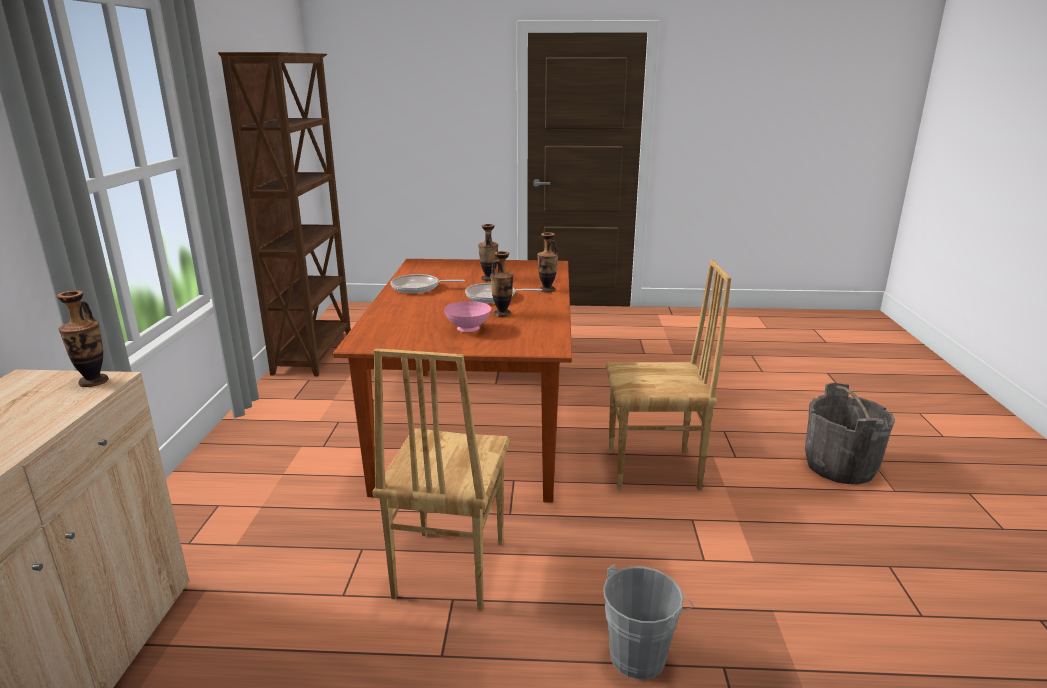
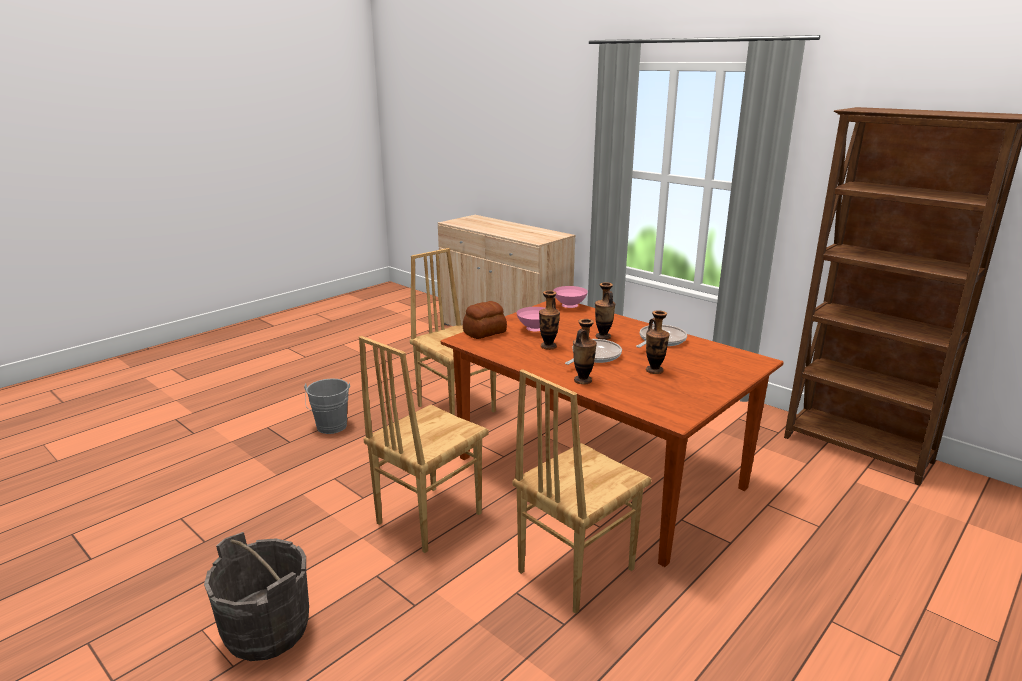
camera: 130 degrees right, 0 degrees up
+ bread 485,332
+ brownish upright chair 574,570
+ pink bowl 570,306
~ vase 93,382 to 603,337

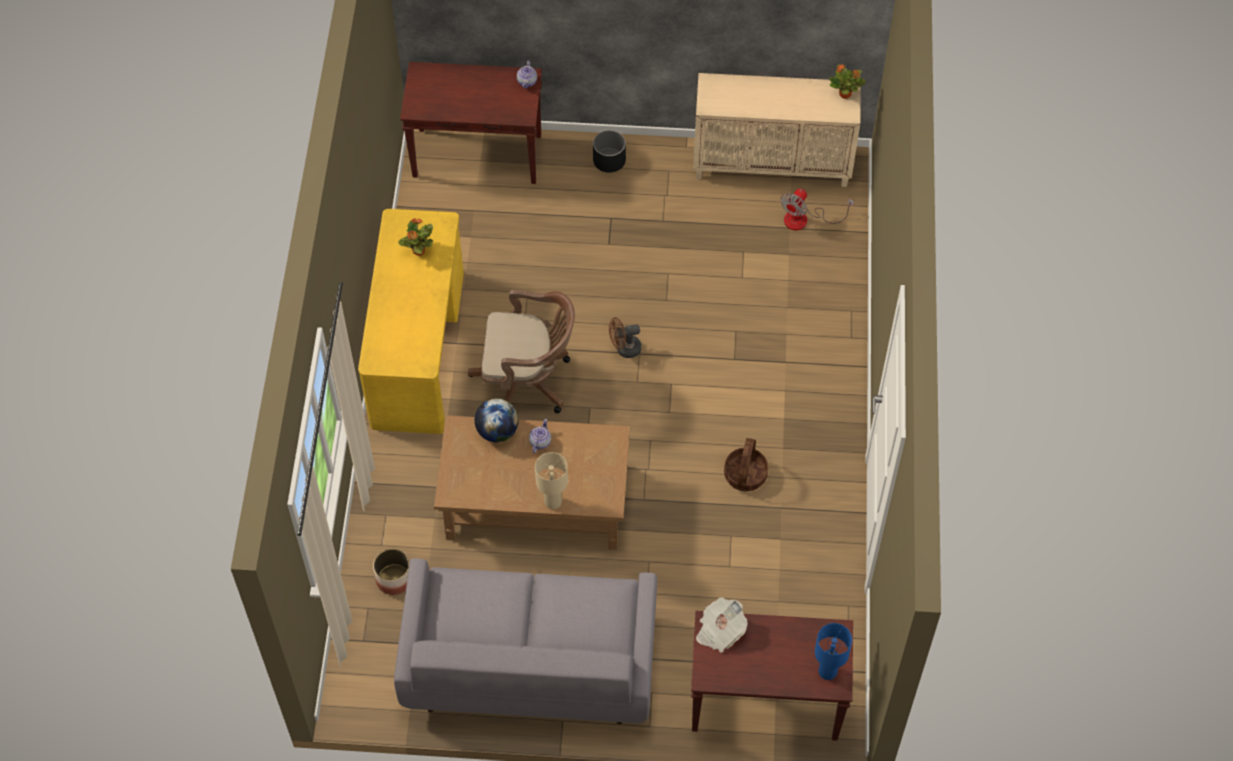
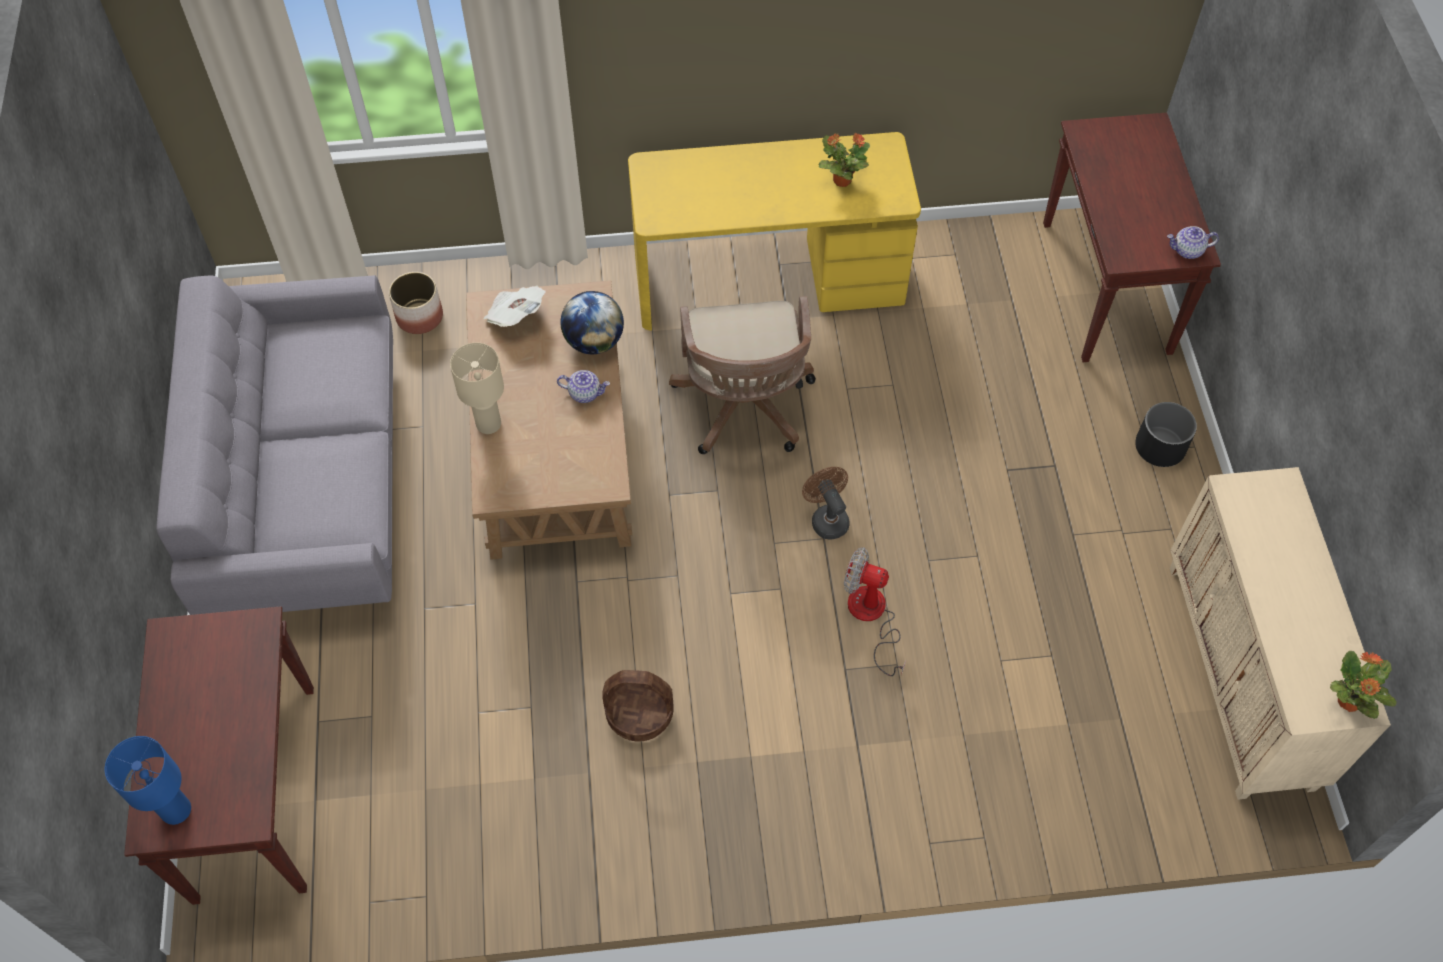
camera: 80 degrees right, 0 degrees up
~ newspaper 719,631 to 516,315
~ electric fan 804,220 to 871,617

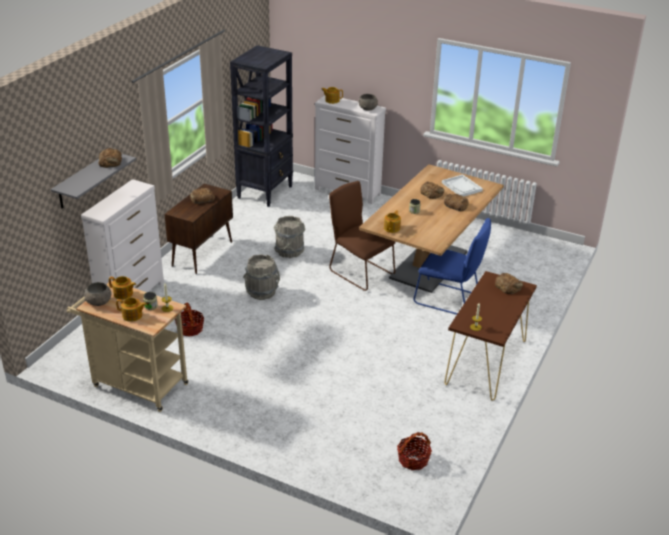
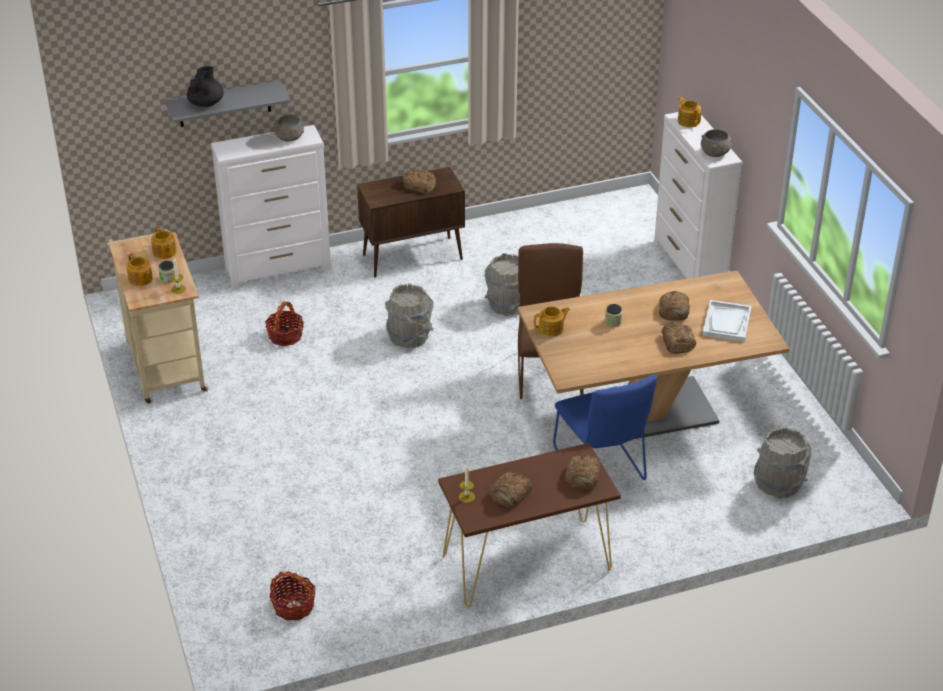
camera: 45 degrees right, 5 degrees up
+ blackish tea pot 206,103
~ gray bowl 99,302 to 289,138
~ bread 111,161 to 510,493
+ gray bucket 779,484
- blackish bookshelf 265,192

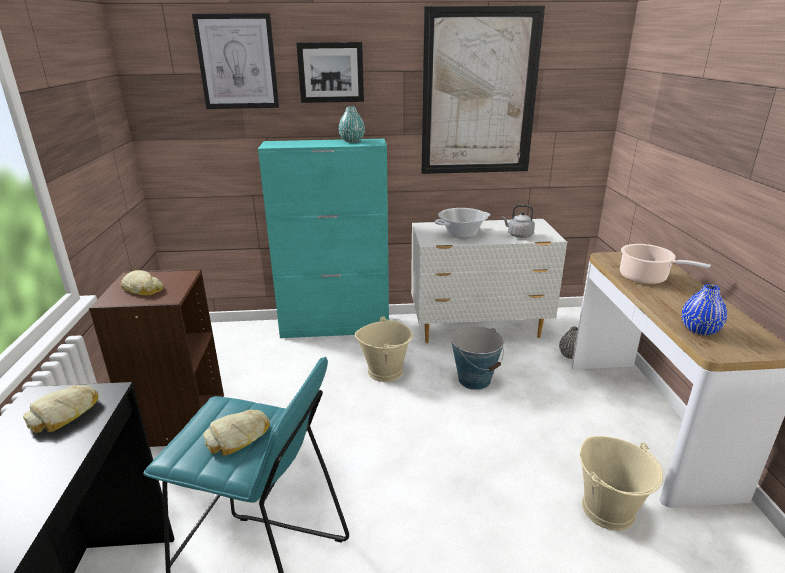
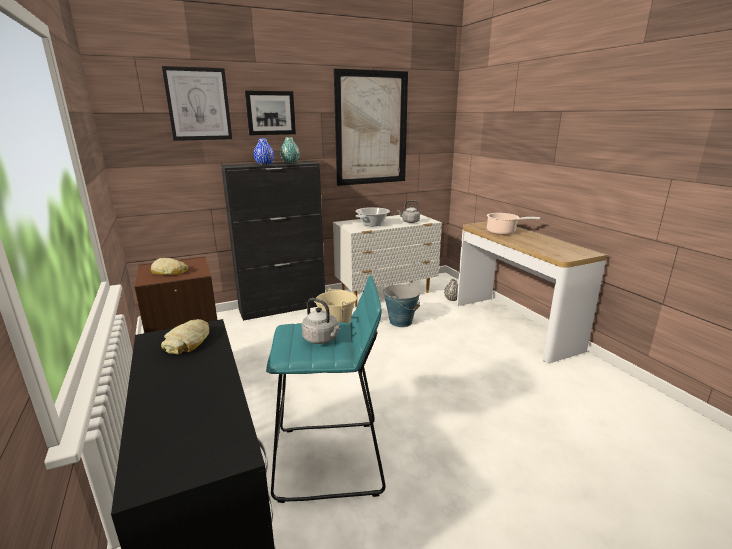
camera: 20 degrees left, 5 degrees down
~ turquoise storage cabinet 336,327 to blackish storage cabinet 283,307
~ blue vase 699,330 to 264,164
~ bread 239,437 to gray water kettle 322,339
- beige bucket 608,509

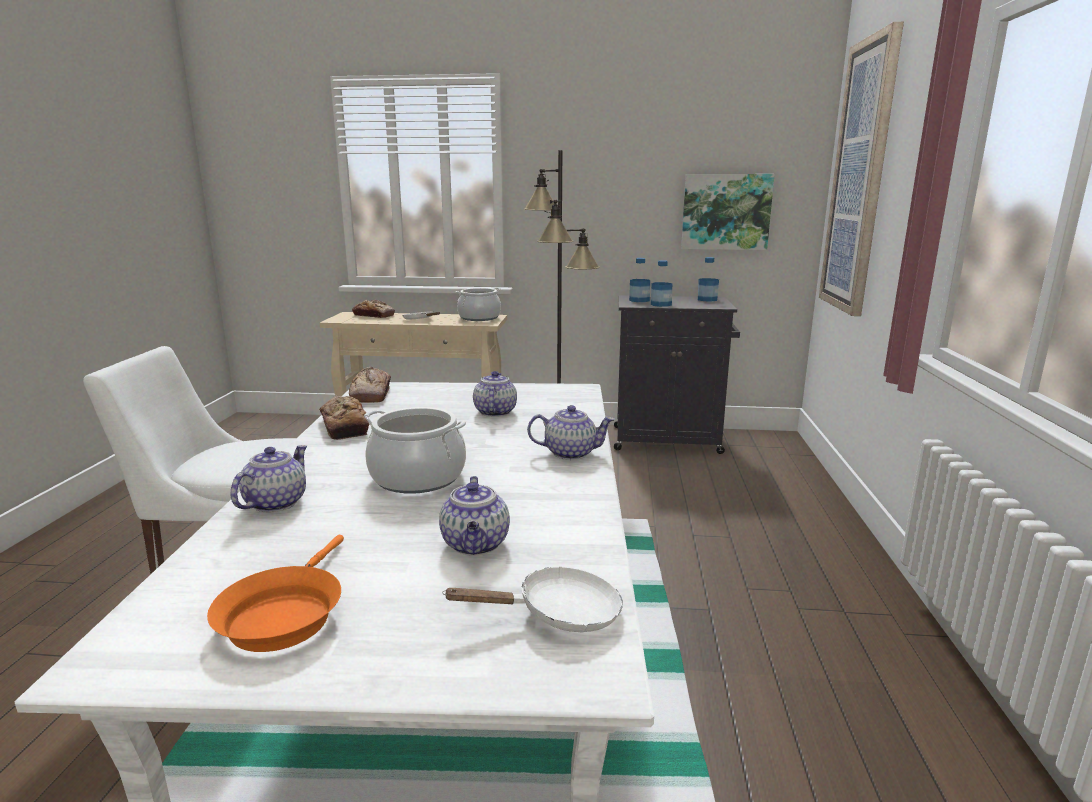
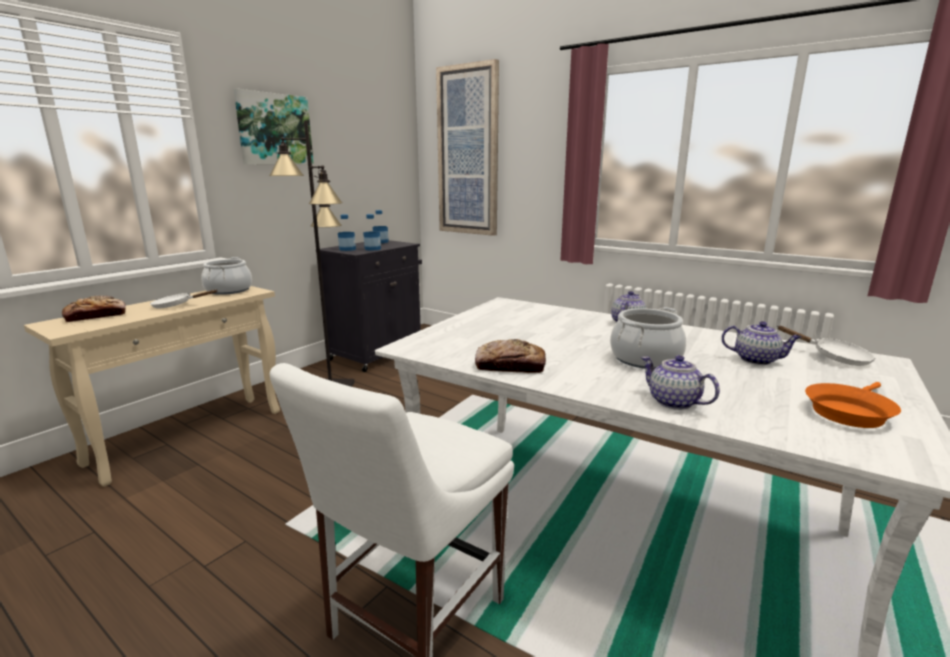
camera: 60 degrees left, 0 degrees up
~ picture 726,212 to 274,129
~ white frying pan 558,614 = 834,357 120 degrees clockwise
~ orange frying pan 284,614 = 849,411 105 degrees clockwise
- bread 371,394
- tea pot 495,412

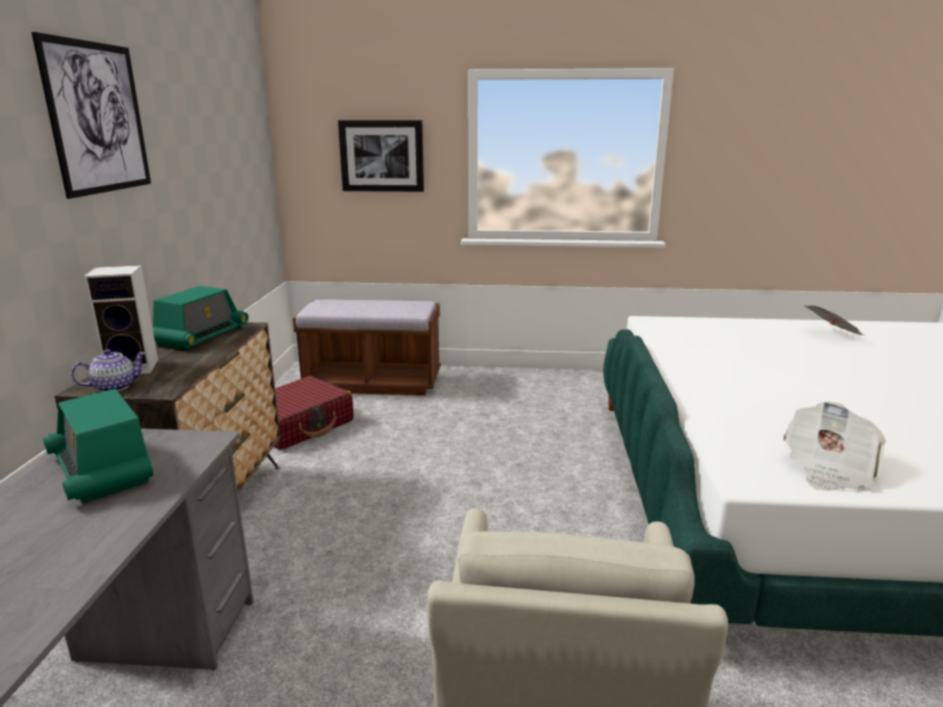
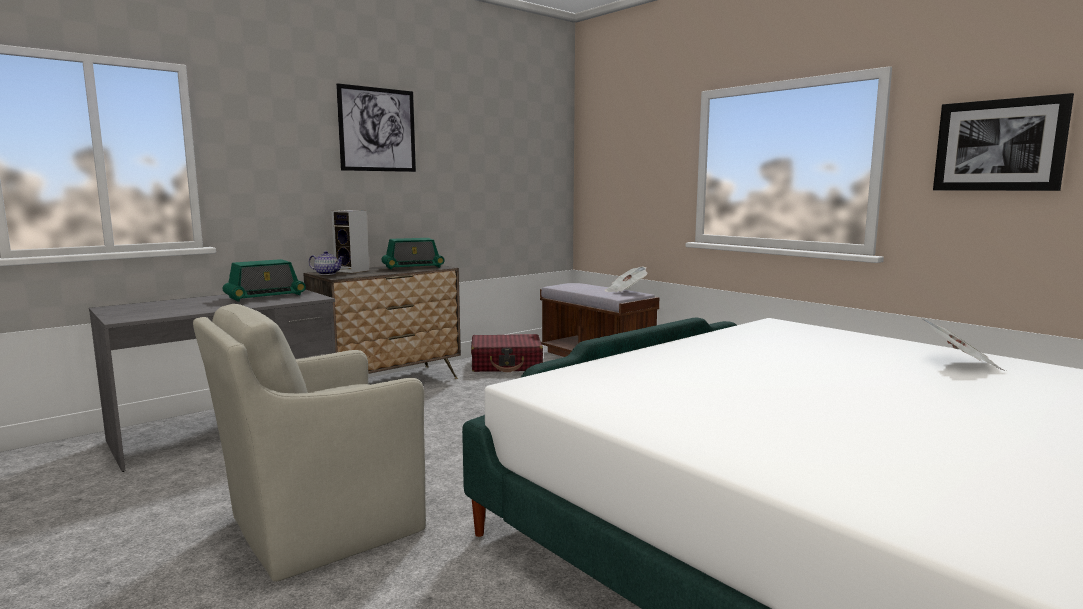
camera: 45 degrees right, 10 degrees down
~ radio set 101,469 = 265,296 135 degrees counterclockwise
~ newspaper 828,469 to 625,291
~ picture 382,156 to 999,145

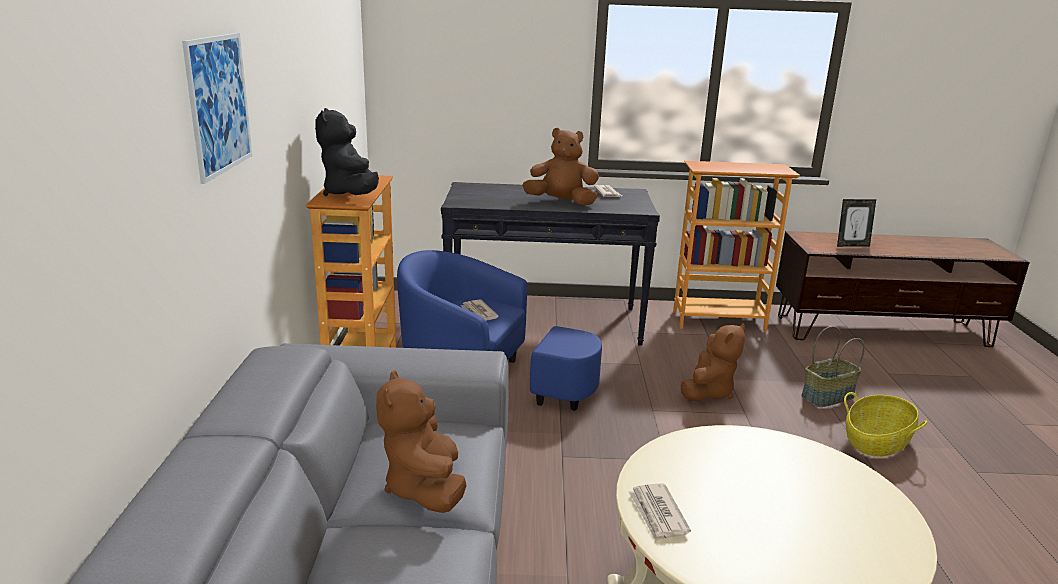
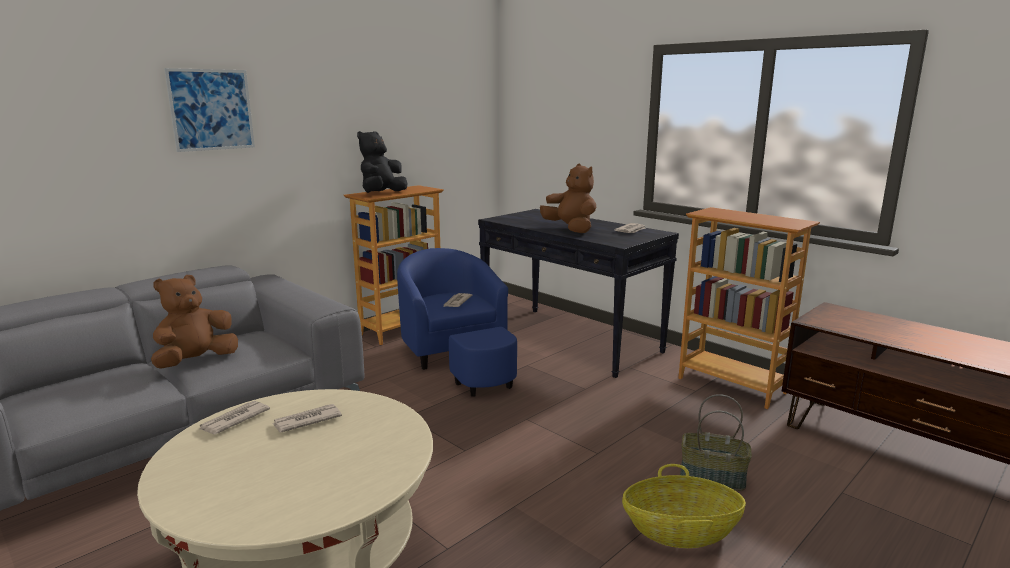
camera: 45 degrees right, 5 degrees down
+ newspaper 306,420
- brownish cuddly toy 708,392
- standing frame 851,245

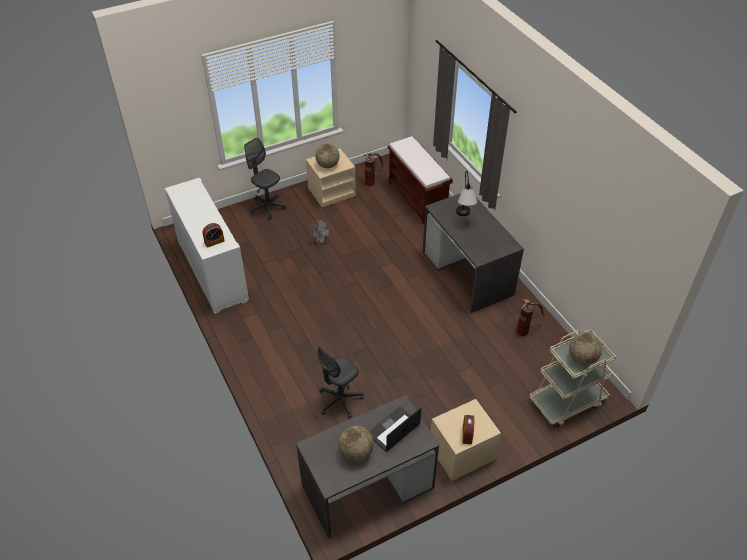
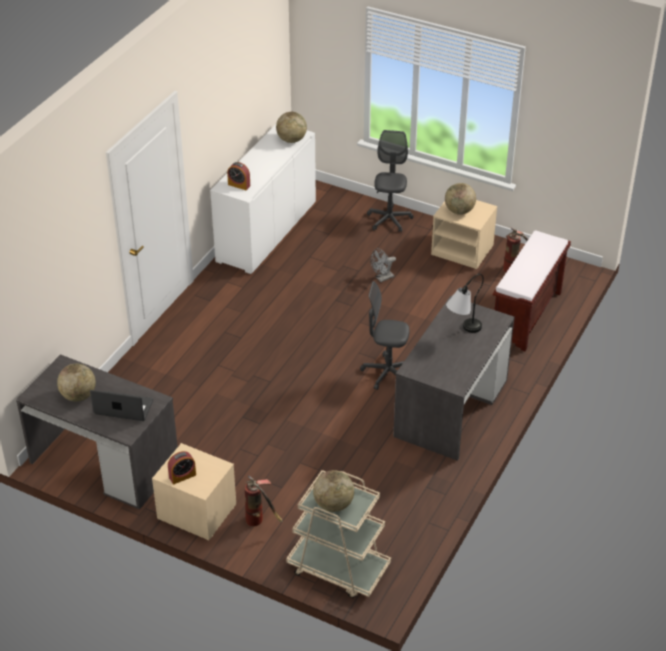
camera: 55 degrees right, 5 degrees down
~ extinguisher 525,329 to 261,521
+ world globe 291,140
~ gray desk chair 340,400 to 387,373

